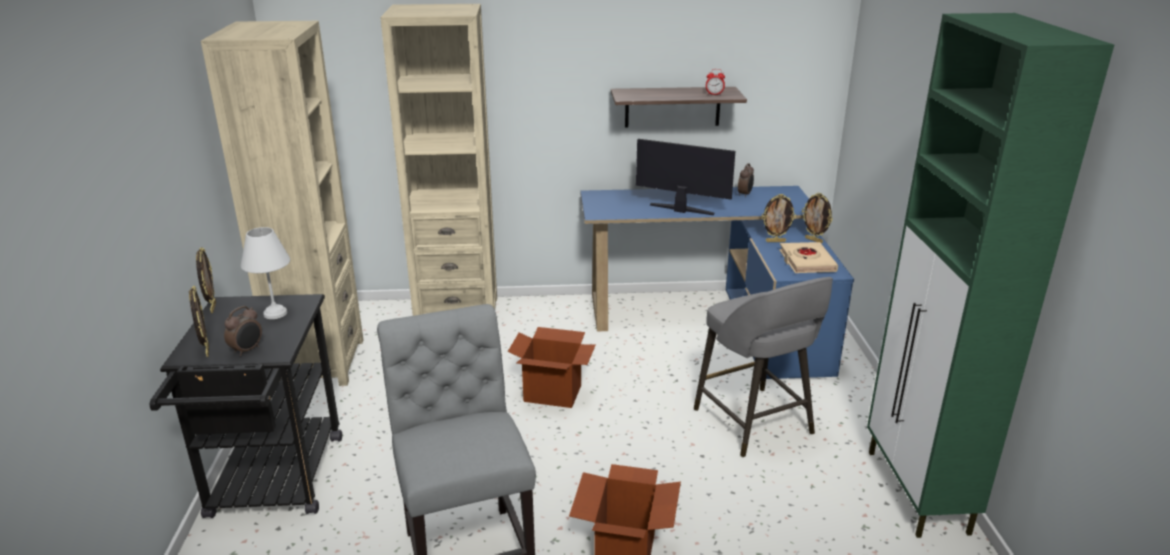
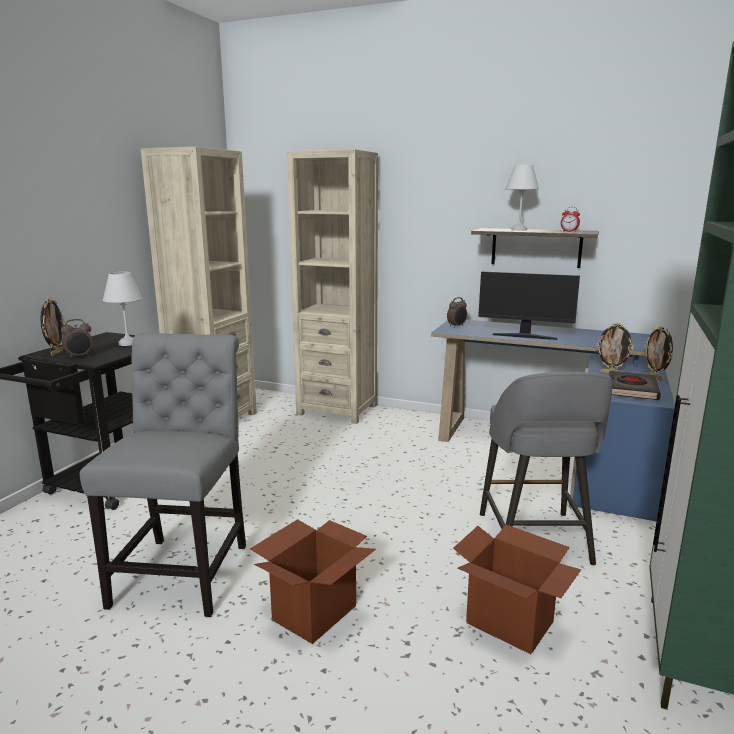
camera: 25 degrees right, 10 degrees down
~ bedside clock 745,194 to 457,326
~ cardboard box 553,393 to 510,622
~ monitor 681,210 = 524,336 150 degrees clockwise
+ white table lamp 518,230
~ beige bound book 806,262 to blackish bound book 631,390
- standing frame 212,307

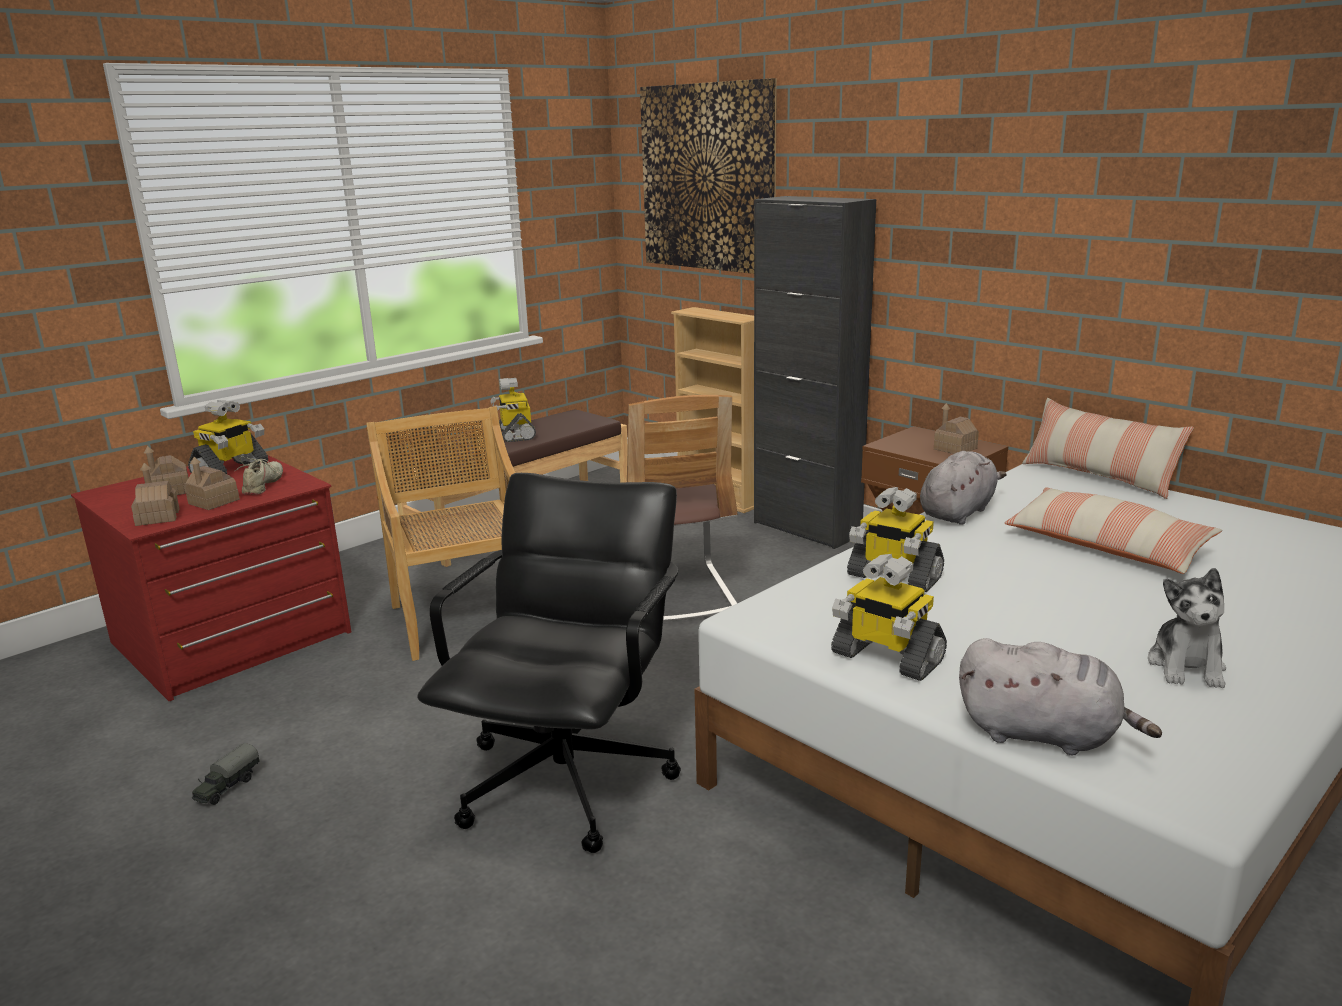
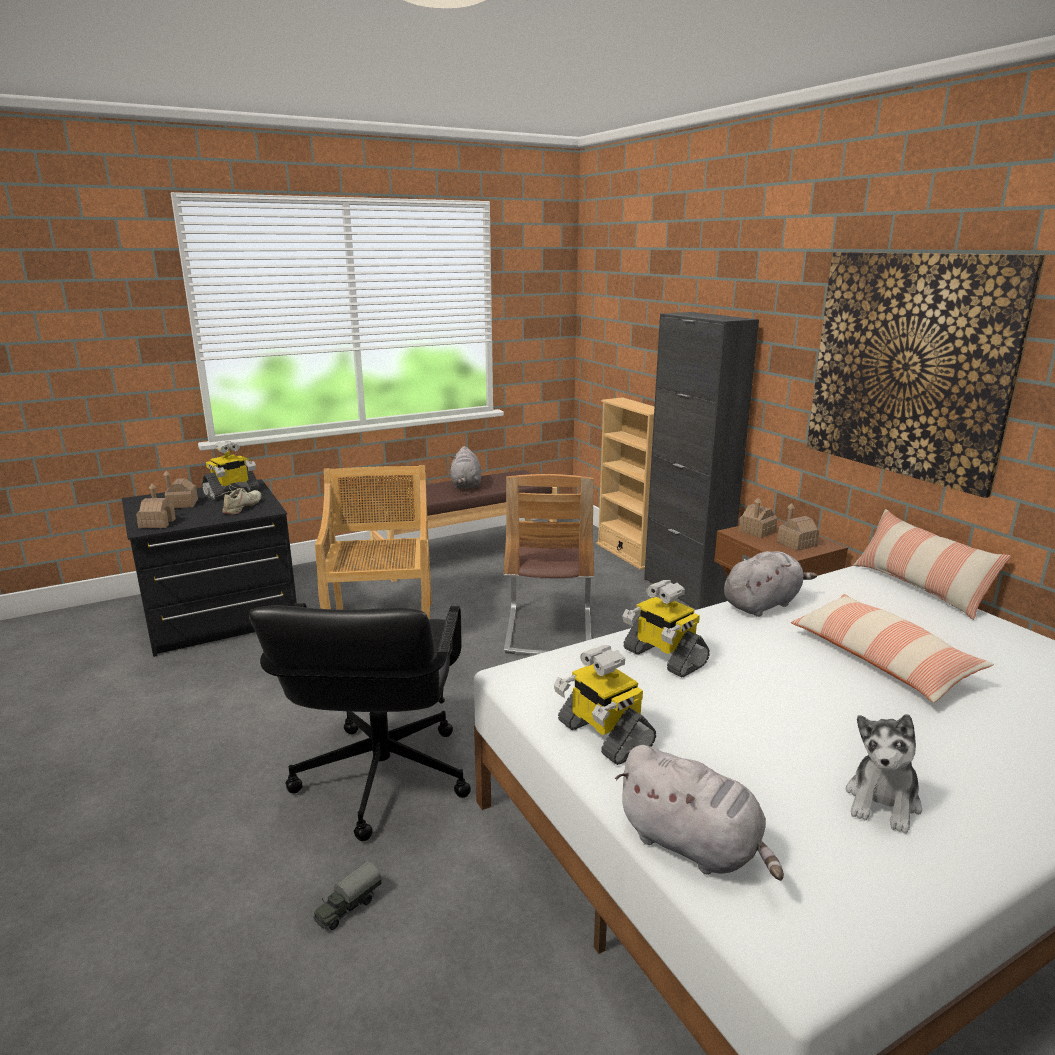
camera: 15 degrees right, 0 degrees up
~ reddish drawer chest 232,639 to blackish drawer chest 220,615
~ blackish desk chair 568,781 = 381,777 150 degrees clockwise
~ toy lorry 227,787 to 348,907
~ toy robot 515,434 to gray cuddly toy 466,485
~ toy house 213,502 to 757,531
~ picture 708,178 to 909,366

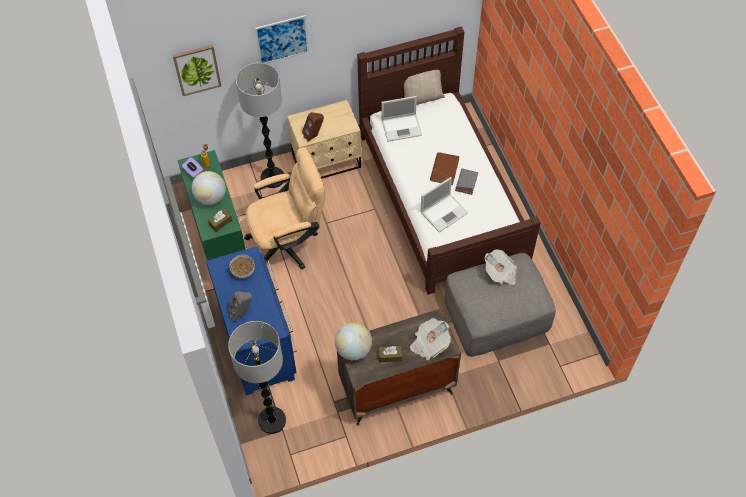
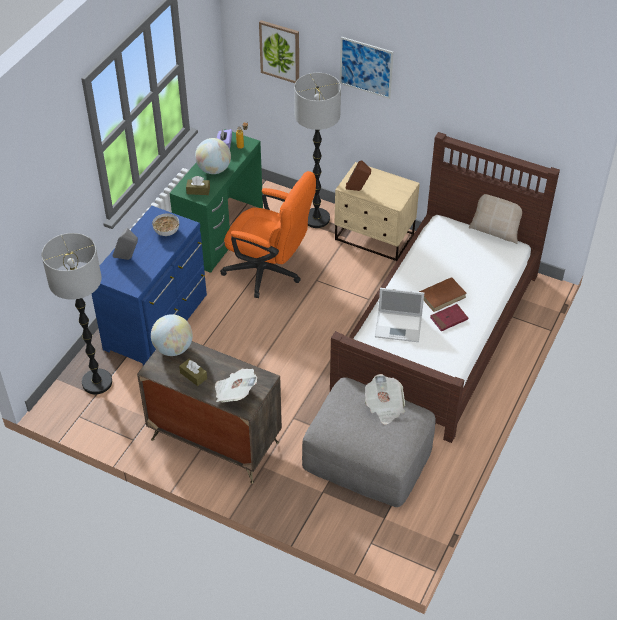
camera: 45 degrees right, 10 degrees down
~ beige desk chair 289,243 to orange desk chair 269,272
~ gray bound book 466,182 to reddish bound book 449,319
- notebook computer 402,127

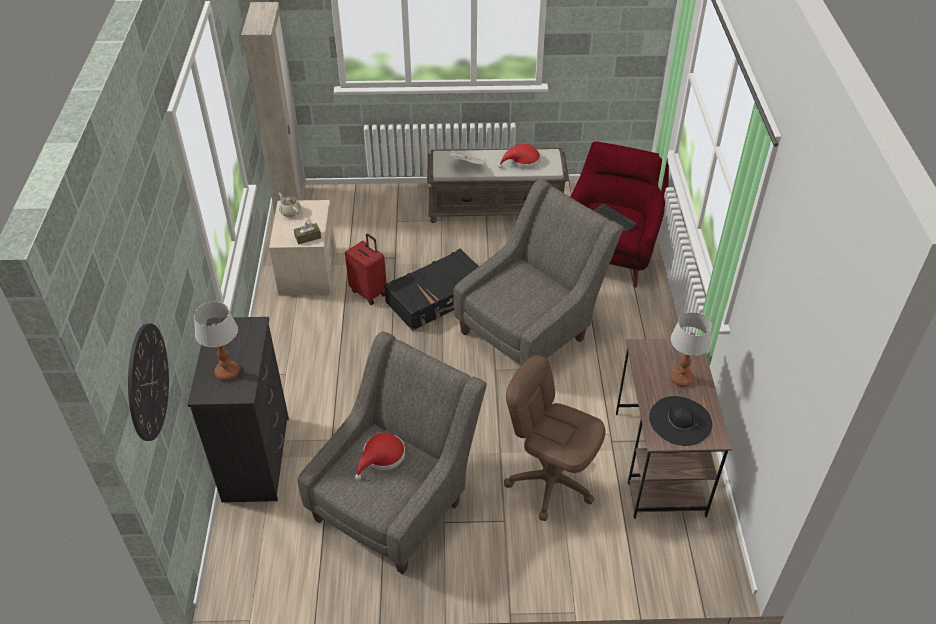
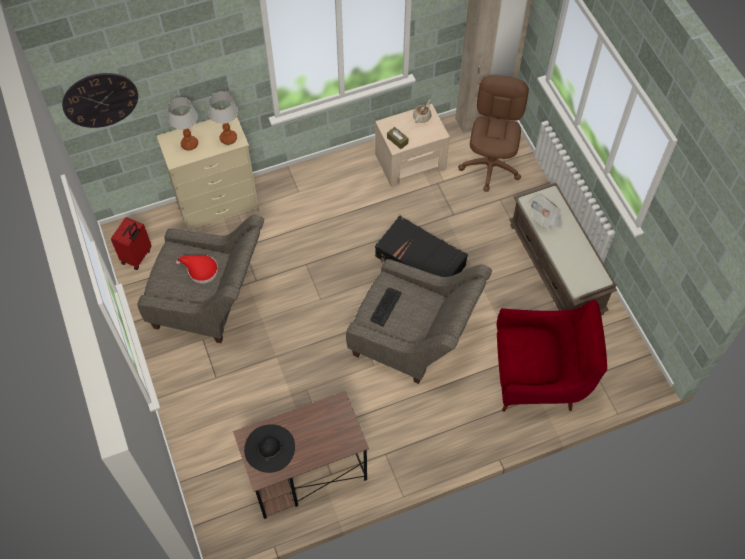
camera: 70 degrees right, 15 degrees up
~ reddish travel case 369,292 to 137,257
~ blackish drawer chest 257,457 to beige drawer chest 219,207
~ table lamp 681,378 to 228,138
~ keyboard 614,218 to 385,306
~ brownish desk chair 550,482 to 490,166
- reddish wearable hat 522,161

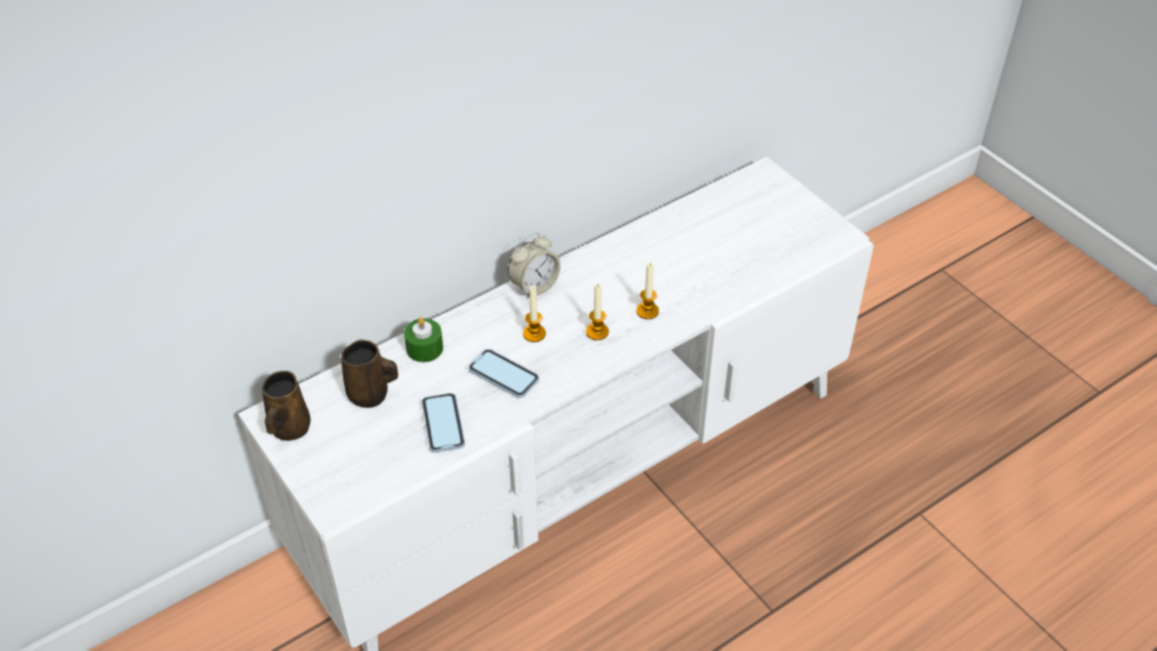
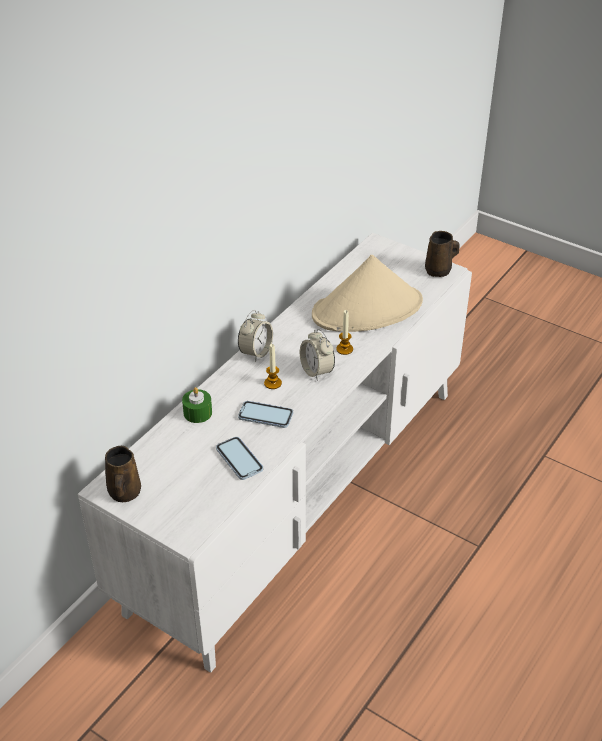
camera: 20 degrees left, 5 degrees down
~ candle 597,332 to bedside clock 317,371
+ beige wearable hat 367,309
~ brownish tea mug 371,395 to 439,270

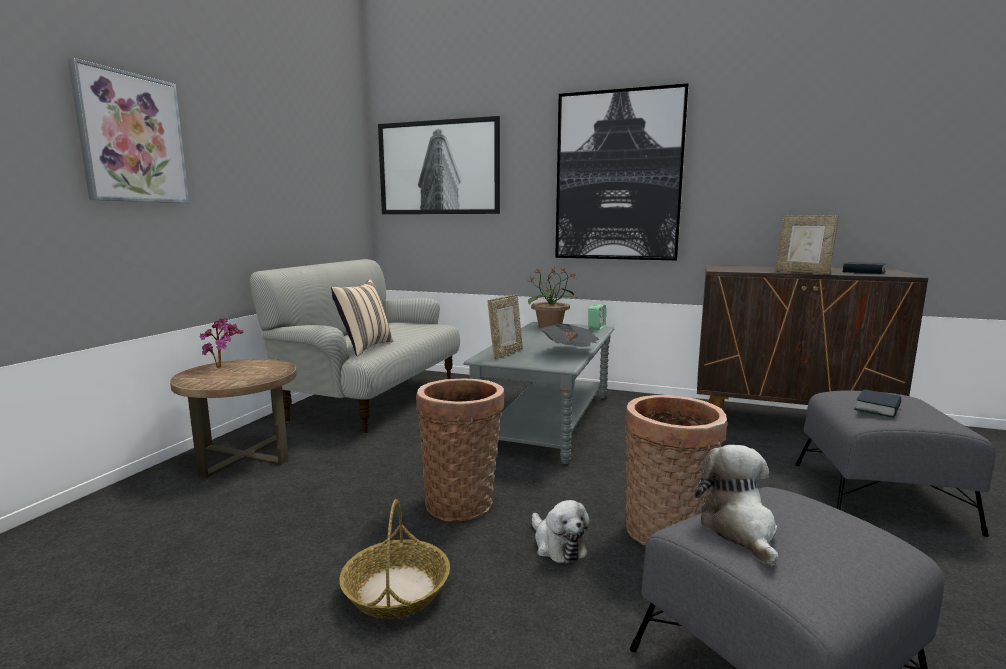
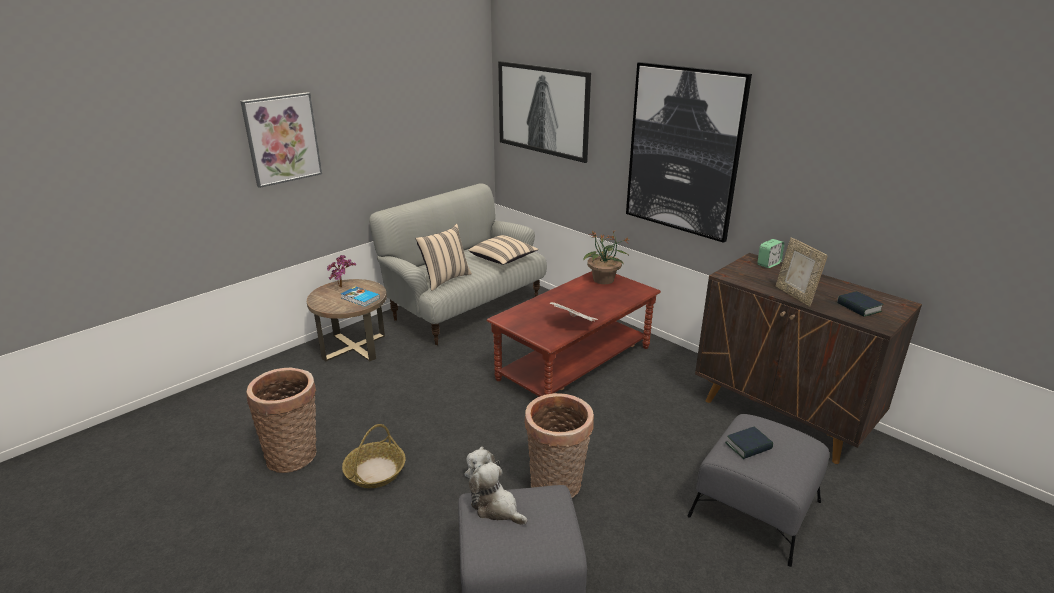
camera: 25 degrees right, 15 degrees up
~ basket 462,501 to 295,455
+ bound book 360,298
+ beige throw pillow 503,259
~ cuddly toy 739,529 = 496,508 75 degrees counterclockwise
~ gray low table 548,420 to brownish low table 575,363
~ bedside clock 596,328 to 768,264
- standing frame 506,354

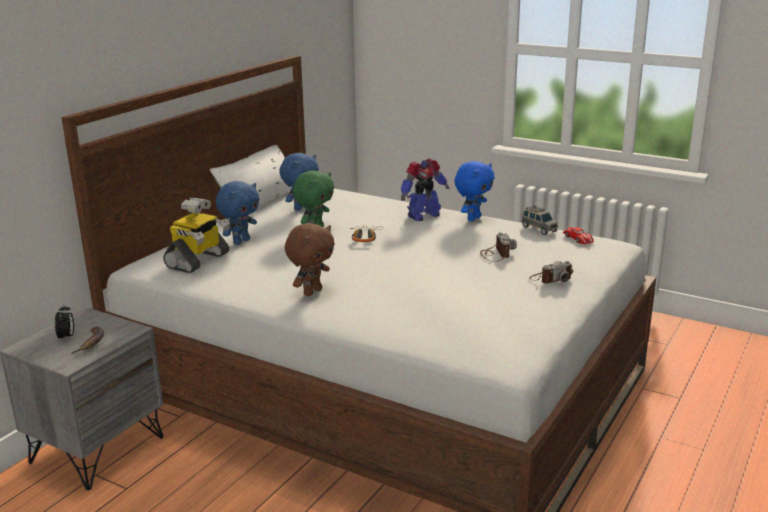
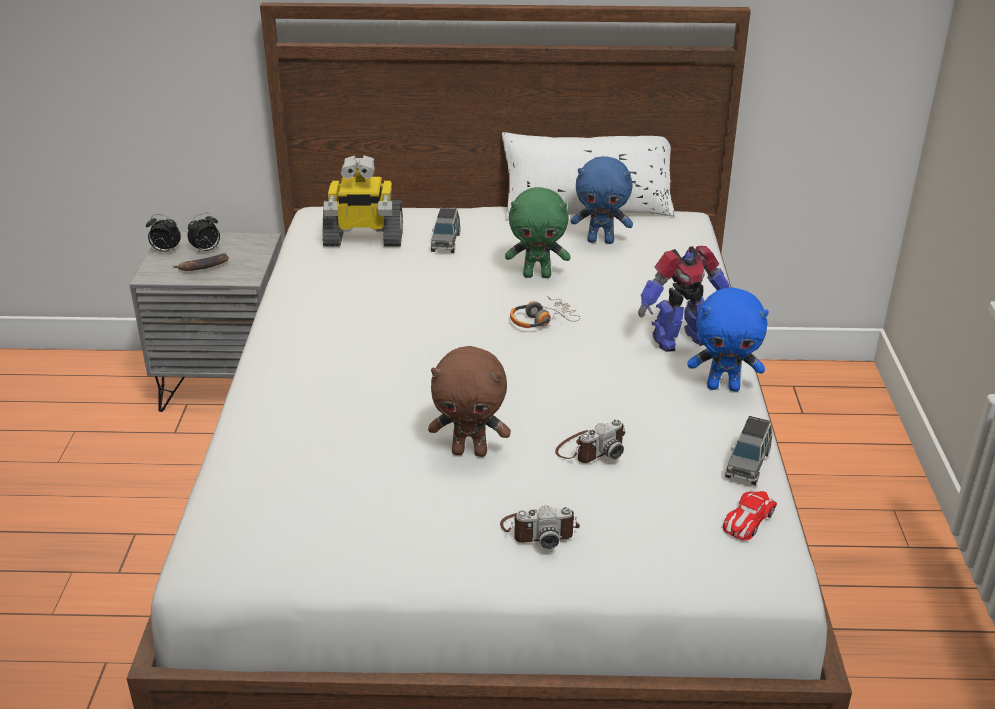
camera: 60 degrees right, 10 degrees up
+ bedside clock 165,251
~ brownish cuddly toy 312,291 to 470,451
~ blue cuddly toy 241,241 to gray toy car 446,242
~ photo camera 551,279 = 539,530 45 degrees counterclockwise
~ toy robot 422,216 = 678,339 45 degrees counterclockwise

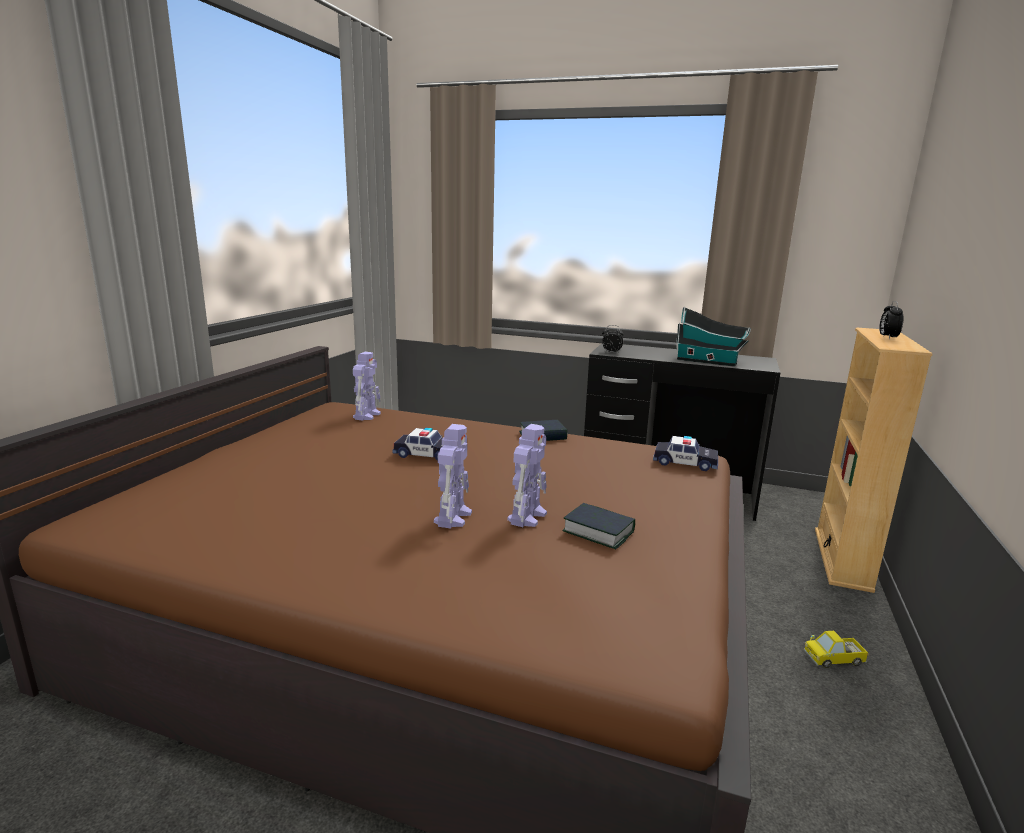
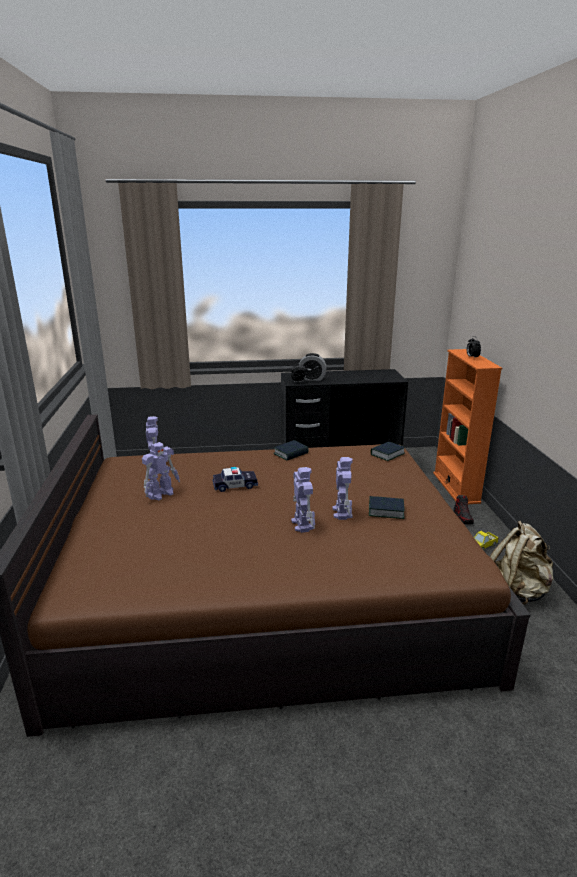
camera: 25 degrees left, 5 degrees up
+ toy robot 162,494
+ bedside clock 312,379
~ toy car 685,463 to bound book 387,454
~ beige bookshelf 842,559 to orange bookshelf 456,487
+ item of footwear 462,517
+ beige rucksack 518,591
- toy house 709,362

